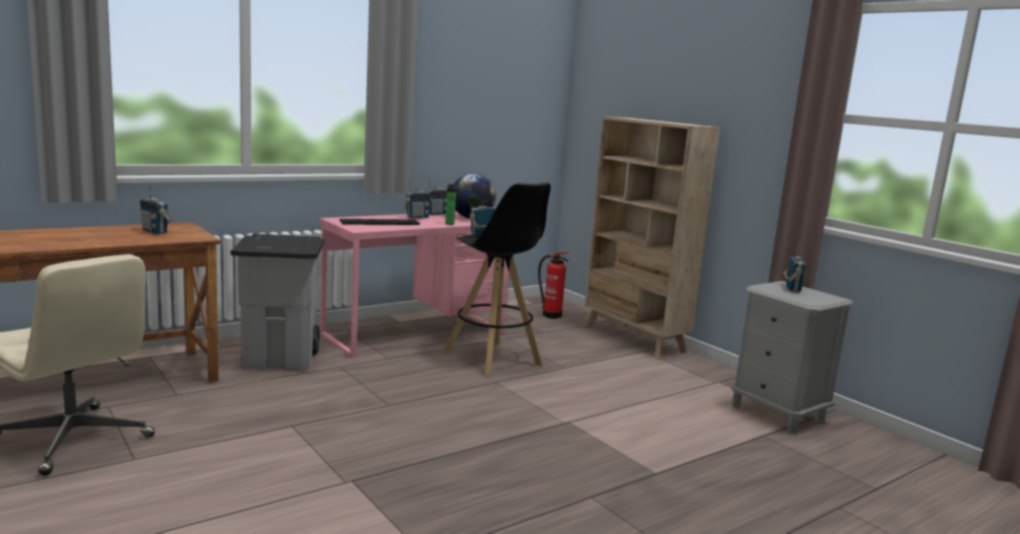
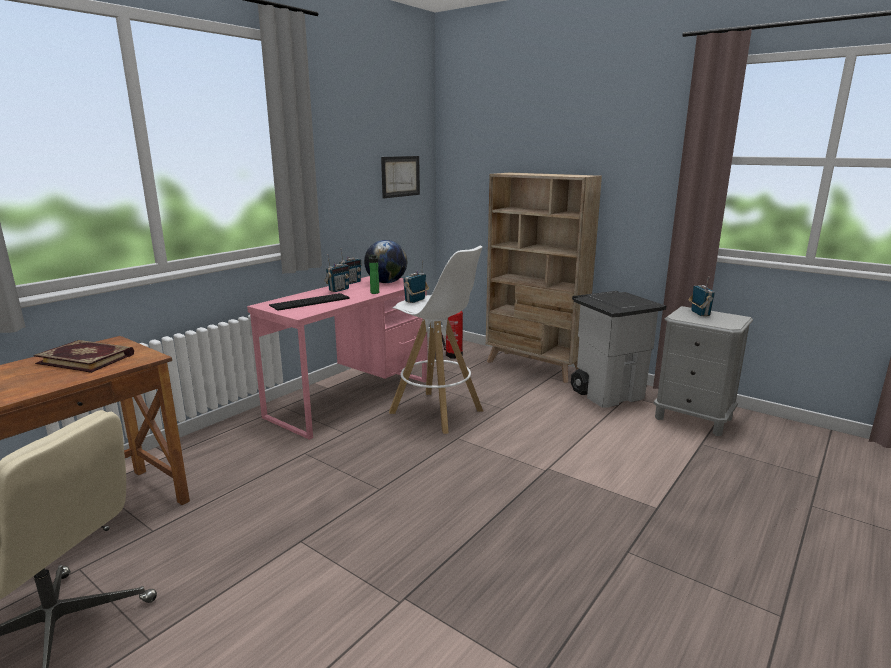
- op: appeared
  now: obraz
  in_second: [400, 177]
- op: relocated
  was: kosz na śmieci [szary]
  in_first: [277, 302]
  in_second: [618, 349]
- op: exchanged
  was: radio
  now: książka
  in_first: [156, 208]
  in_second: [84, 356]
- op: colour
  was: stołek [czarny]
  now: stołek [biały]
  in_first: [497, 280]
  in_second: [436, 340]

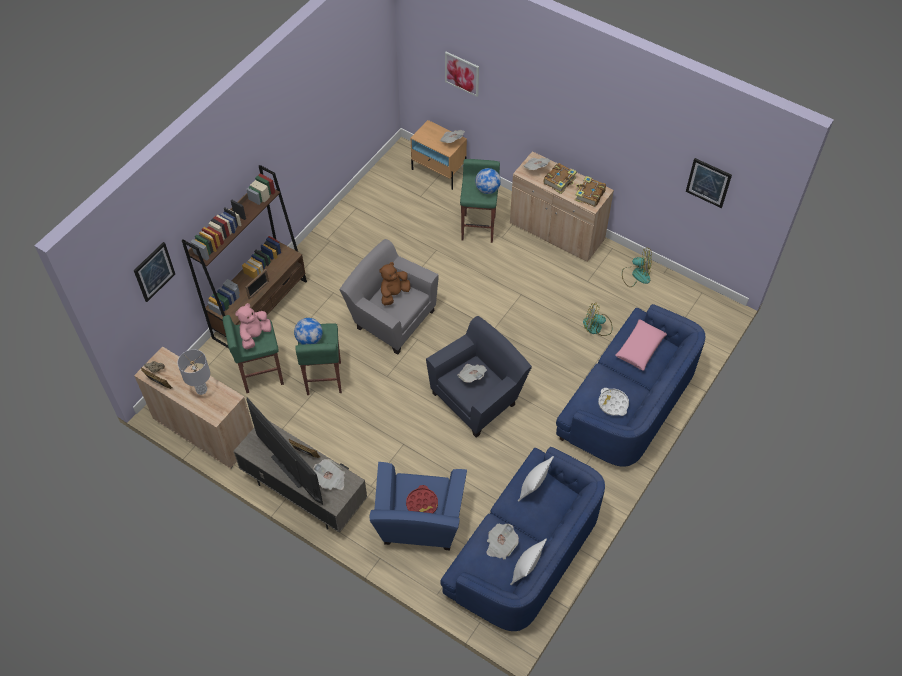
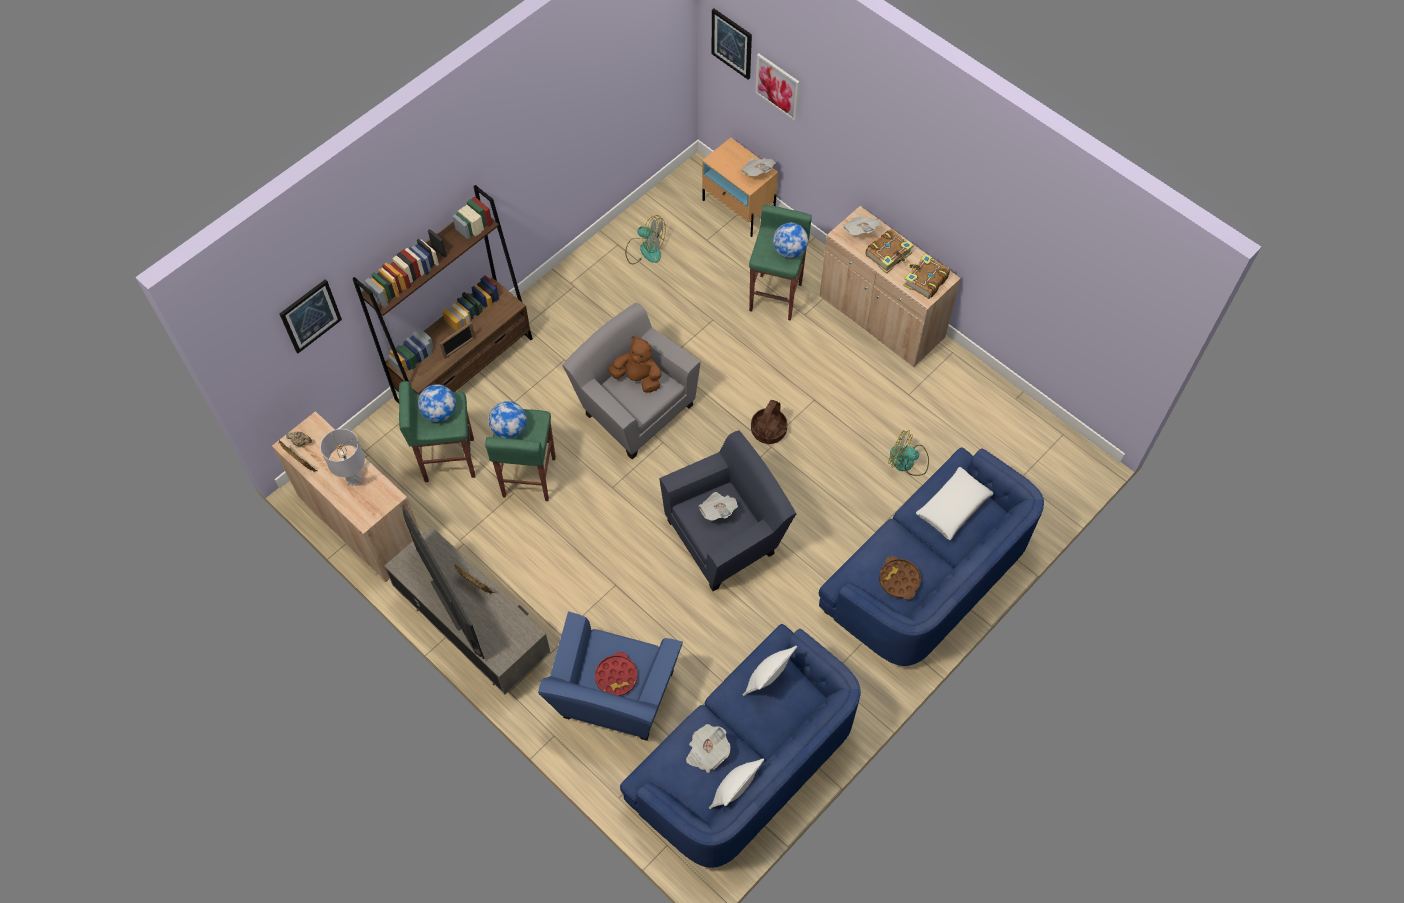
- op: missing
  was: gazeta
  in_first: [329, 474]
- op: appeared
  now: koszyk
  in_second: [769, 422]
- op: relocated
  was: wentylator
  in_first: [637, 267]
  in_second: [645, 239]
- op: relocated
  was: obraz
  in_first: [709, 183]
  in_second: [731, 44]
- op: exchanged
  was: pluszak [różowy]
  now: globus
  in_first: [253, 326]
  in_second: [437, 403]
- op: colour
  was: taca [biały]
  now: taca [brązowy]
  in_first: [613, 402]
  in_second: [900, 578]
- op: colour
  was: poduszka [różowy]
  now: poduszka [biały]
  in_first: [641, 345]
  in_second: [954, 503]
- op: spun
  was: pluszak [brązowy]
  in_first: [395, 283]
  in_second: [635, 364]
  clockwise: 60

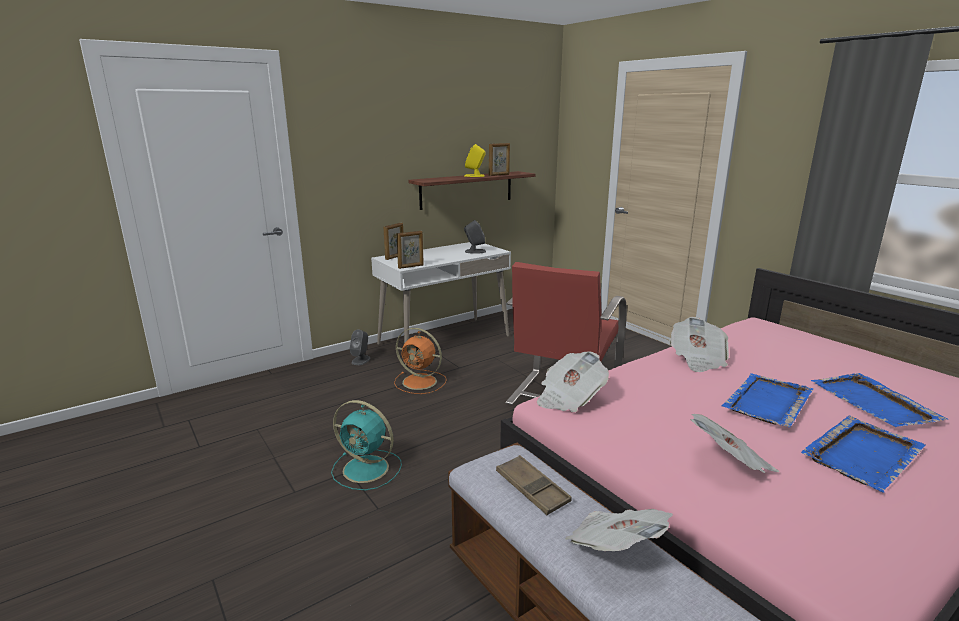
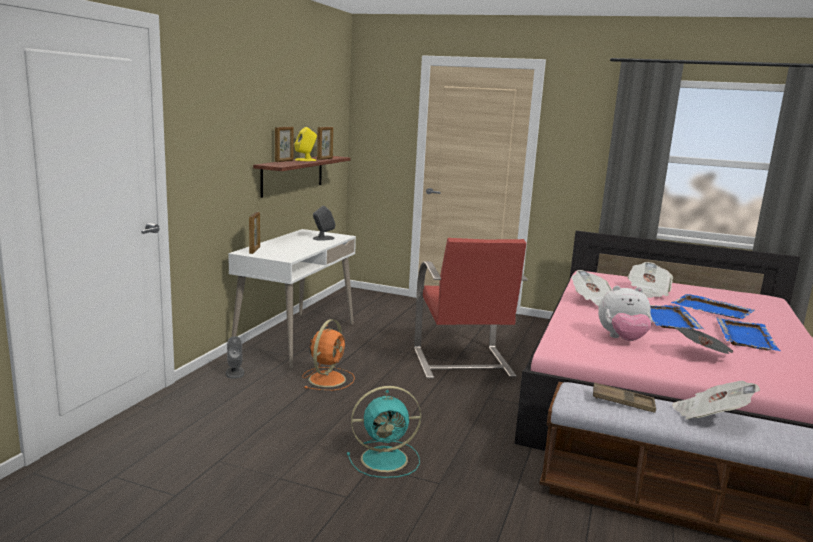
- op: appeared
  now: pluszak
  in_second: [625, 313]
- op: relocated
  was: ramka na zdjęcie
  in_first: [410, 250]
  in_second: [284, 144]
- op: relocated
  was: gazeta
  in_first: [573, 381]
  in_second: [650, 280]
- op: spun
  was: wentylator [pomarańczowy]
  in_first: [420, 361]
  in_second: [328, 355]
  clockwise: -60

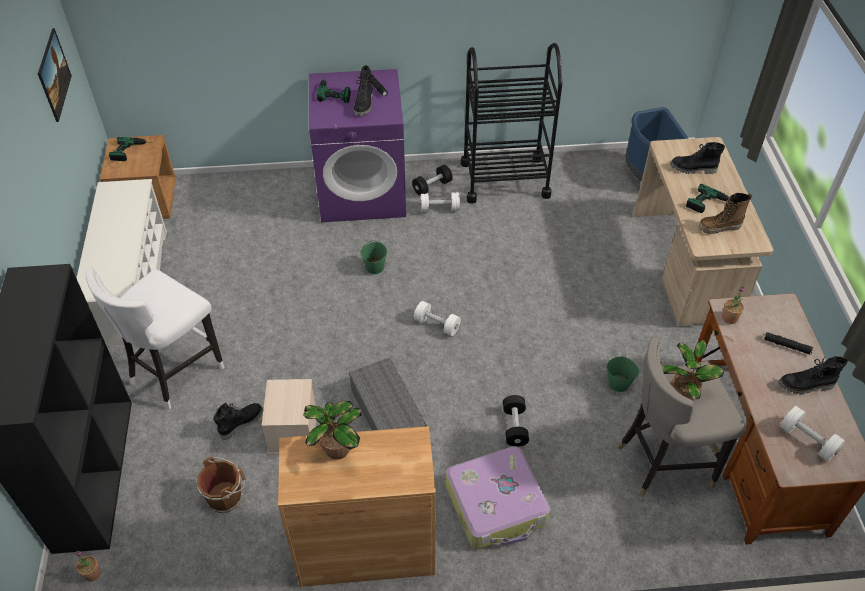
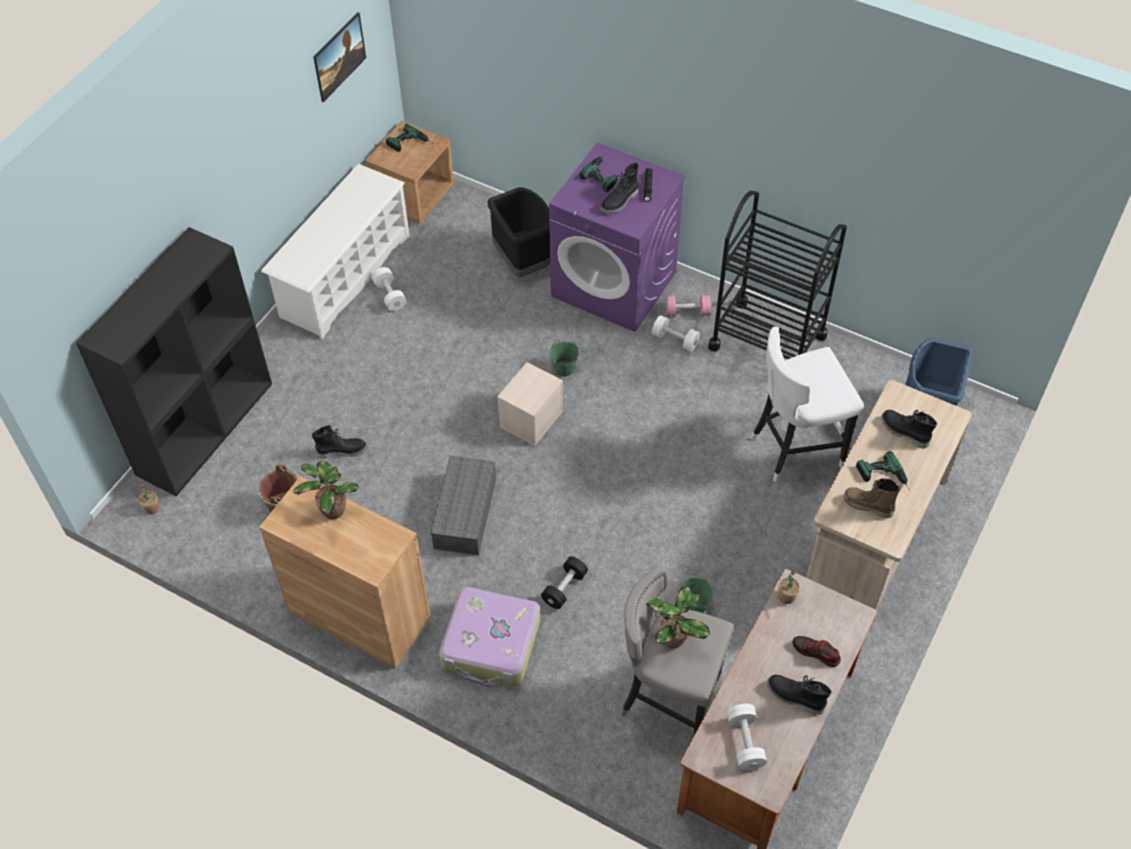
- op: appeared
  now: kosz na śmieci [czarny]
  in_second: [519, 232]
- op: relocated
  was: stołek [biały]
  in_first: [155, 339]
  in_second: [807, 404]
- op: relocated
  was: pojemnik do przechowywania [beżowy]
  in_first: [289, 416]
  in_second: [530, 404]
- op: relocated
  was: hantel [biały]
  in_first: [437, 318]
  in_second: [389, 289]
- op: exchanged
  was: latarka [czarny]
  now: but
  in_first: [788, 343]
  in_second: [817, 651]
- op: colour
  was: hantel [czarny]
  now: hantel [różowy]
  in_first: [432, 180]
  in_second: [688, 306]

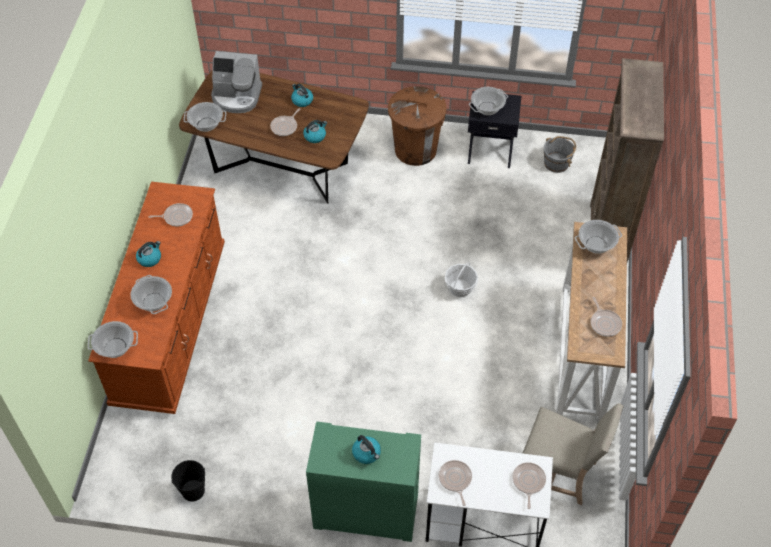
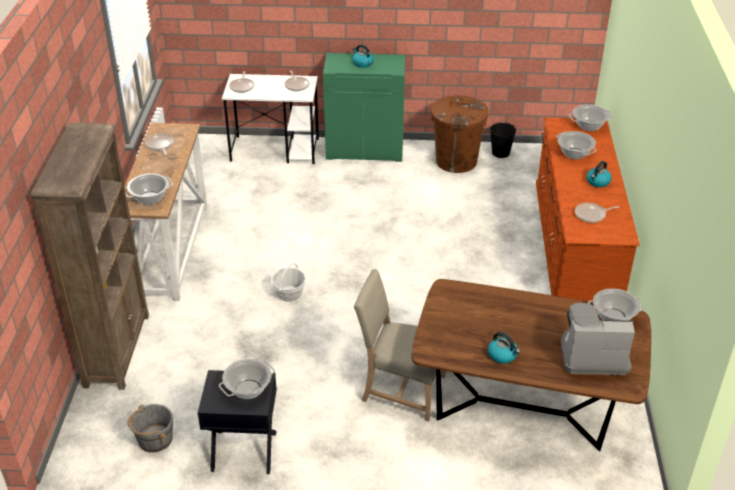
- op: missing
  was: patelnia
  in_first: [285, 122]
- op: missing
  was: czajnik
  in_first: [315, 131]
- op: relocated
  was: kosz na śmieci [brązowy]
  in_first: [417, 126]
  in_second: [460, 134]
- op: relocated
  was: krzesło [beżowy]
  in_first: [573, 454]
  in_second: [400, 345]

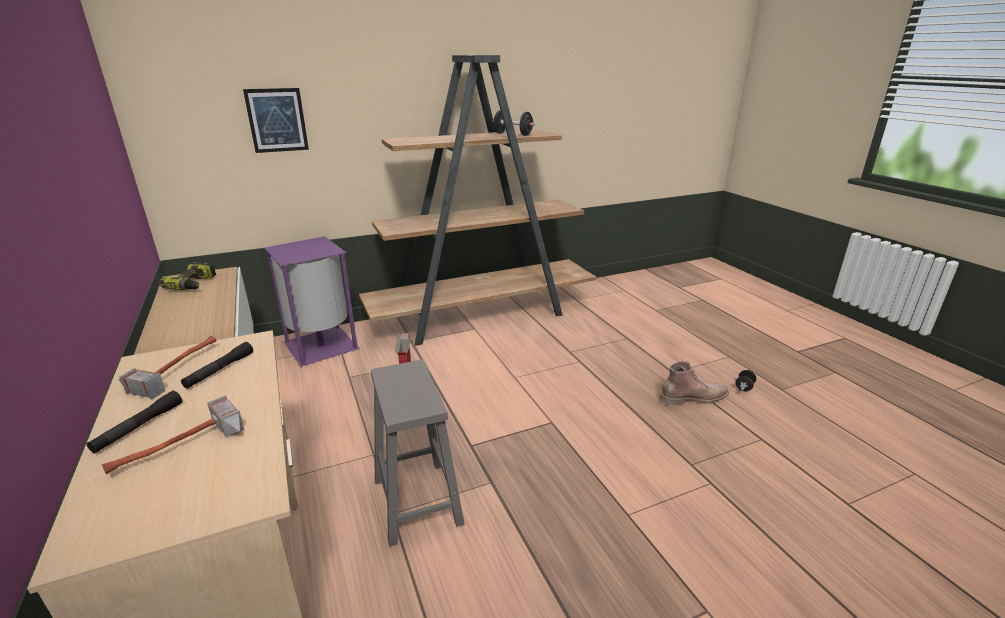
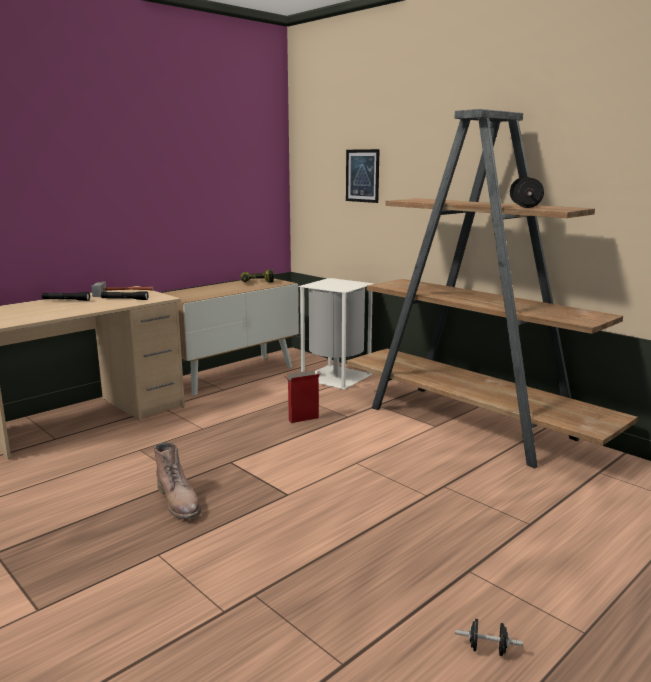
- op: missing
  was: młotek
  in_first: [172, 435]
- op: missing
  was: stołek [szary]
  in_first: [418, 453]
- op: relocated
  was: but z cholewką [brązowy]
  in_first: [694, 383]
  in_second: [177, 481]
- op: colour
  was: kosz na śmieci [fioletowy]
  now: kosz na śmieci [biały]
  in_first: [312, 301]
  in_second: [336, 333]

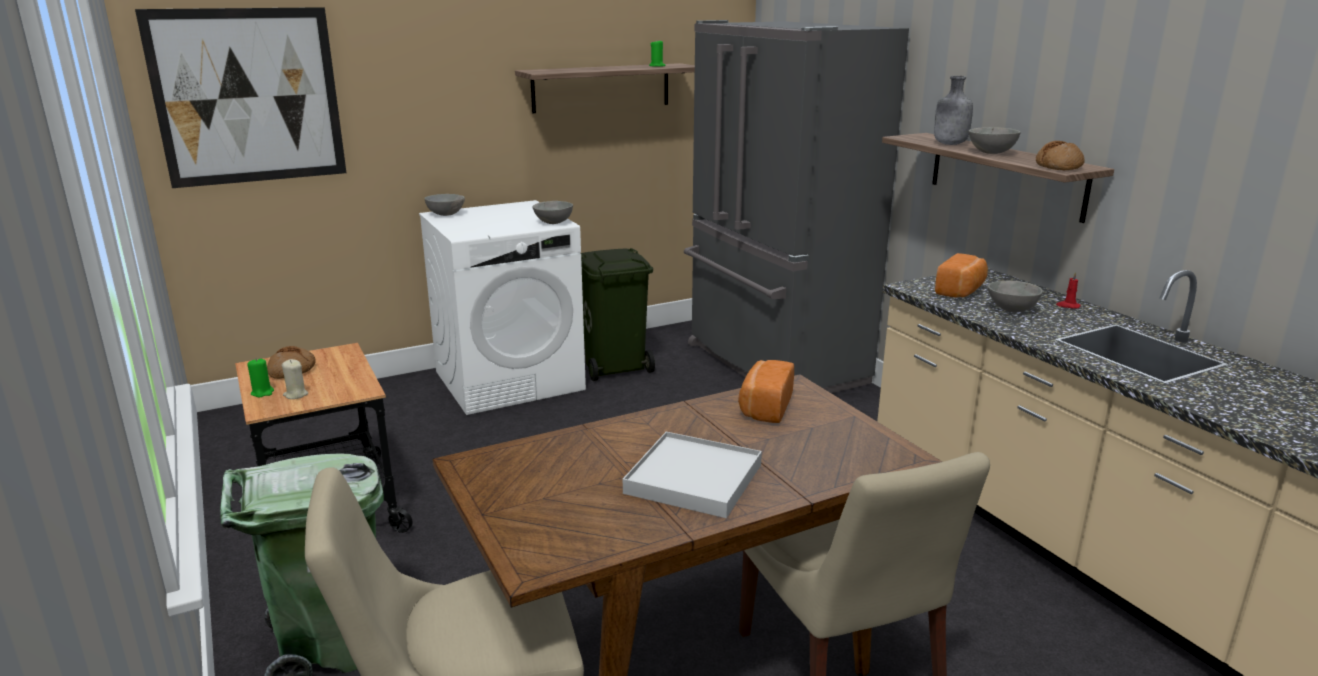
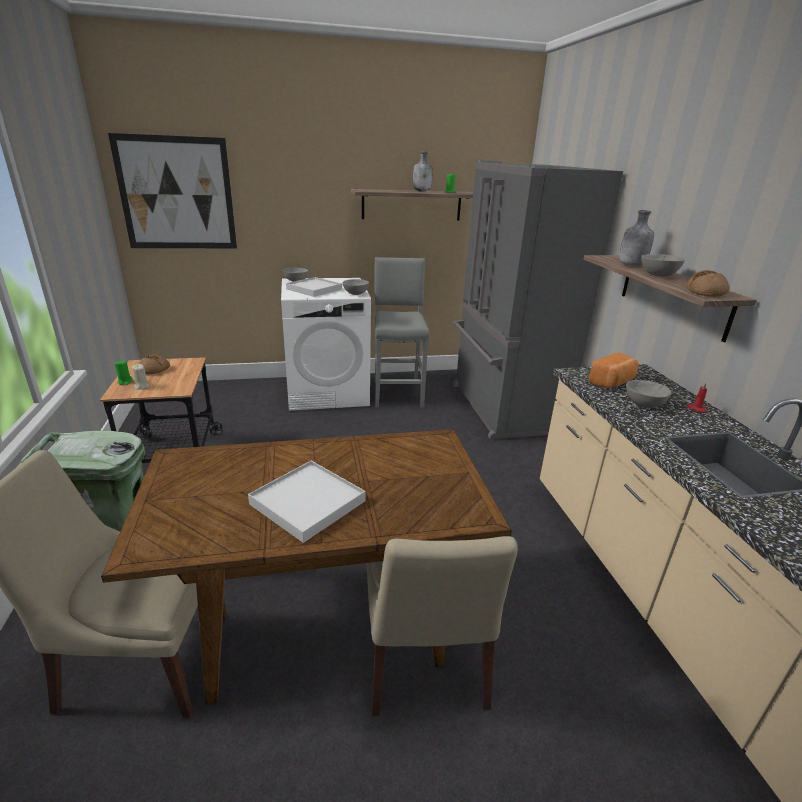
- op: missing
  was: chleb
  in_first: [766, 391]
- op: appeared
  now: taca [biały]
  in_second: [314, 287]
- op: appeared
  now: butelka [szary]
  in_second: [423, 171]
- op: exchanged
  was: kosz na śmieci [zielony]
  now: stołek [szary]
  in_first: [618, 314]
  in_second: [402, 332]

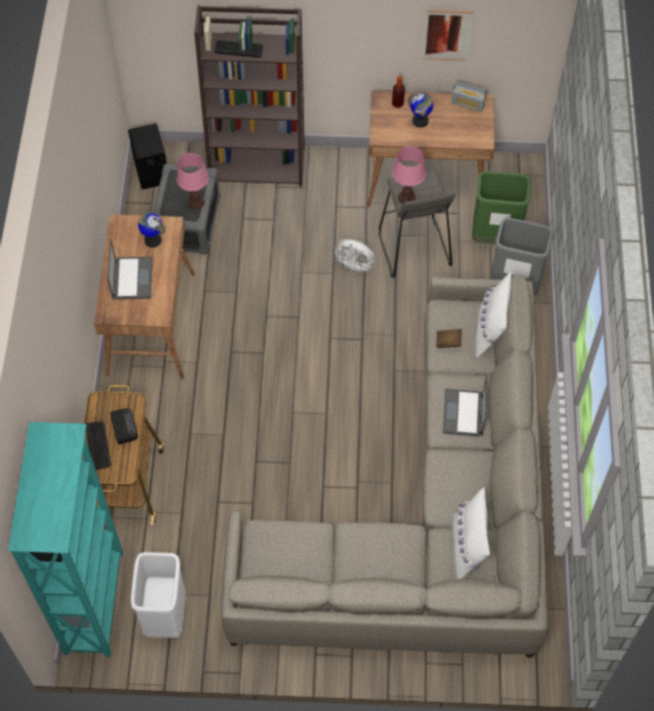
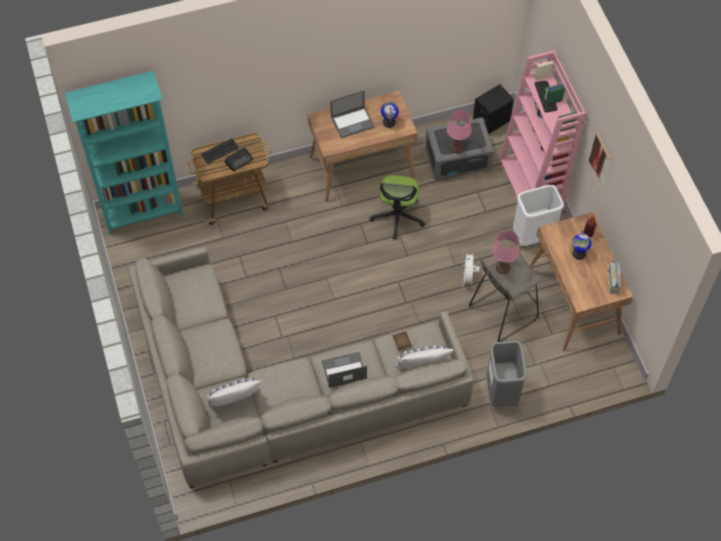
- op: missing
  was: kosz na śmieci [zielony]
  in_first: [501, 207]
- op: appeared
  now: krzesło biurowe
  in_second: [397, 207]
- op: relocated
  was: kosz na śmieci [biały]
  in_first: [158, 595]
  in_second: [538, 215]
- op: relocated
  was: obraz
  in_first: [448, 35]
  in_second: [599, 160]
- op: colour
  was: regał [brązowy]
  now: regał [różowy]
  in_first: [249, 96]
  in_second: [542, 130]

